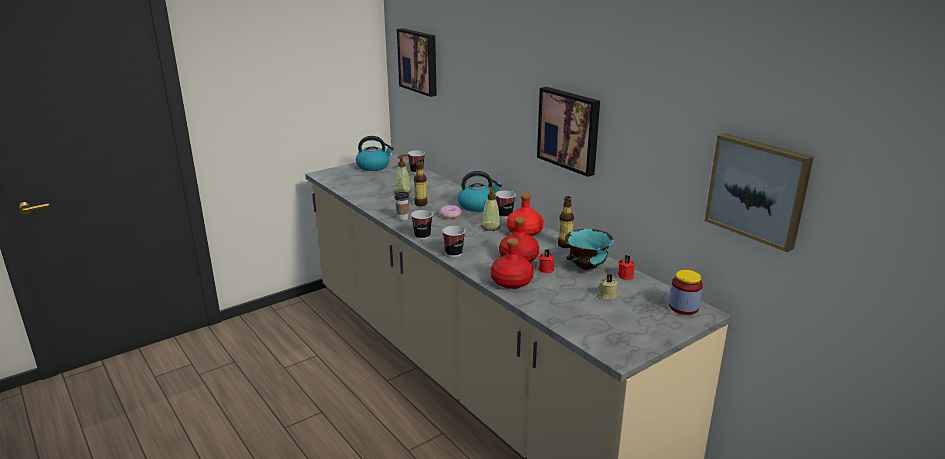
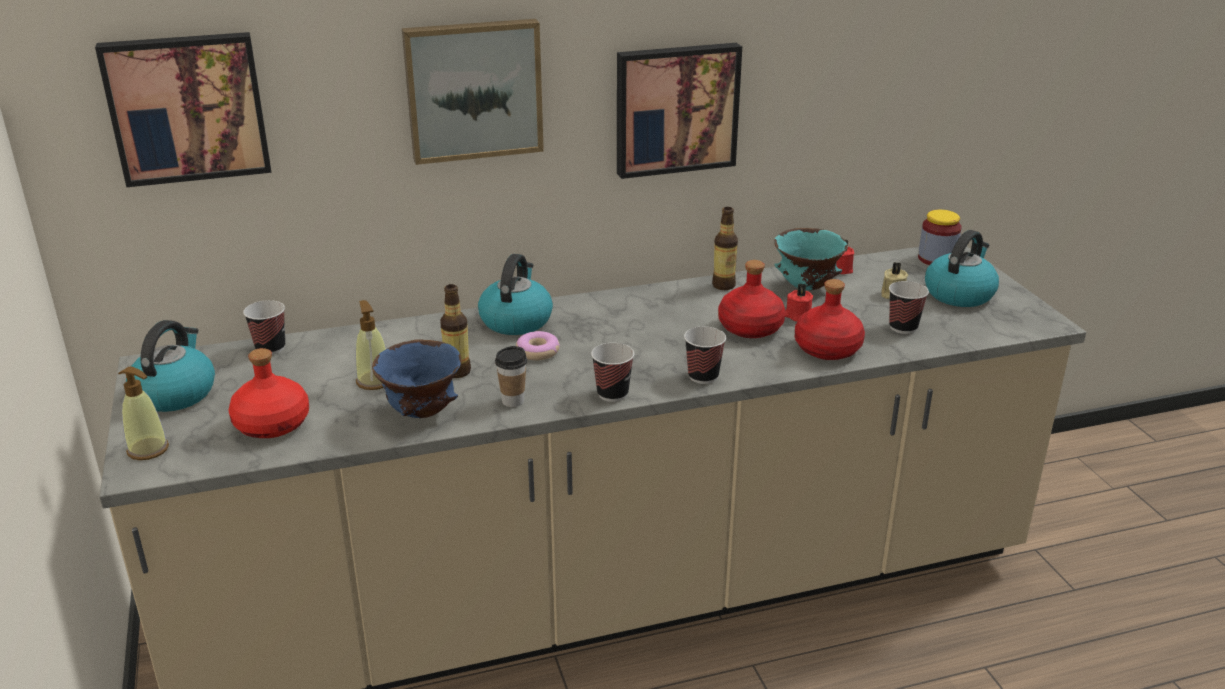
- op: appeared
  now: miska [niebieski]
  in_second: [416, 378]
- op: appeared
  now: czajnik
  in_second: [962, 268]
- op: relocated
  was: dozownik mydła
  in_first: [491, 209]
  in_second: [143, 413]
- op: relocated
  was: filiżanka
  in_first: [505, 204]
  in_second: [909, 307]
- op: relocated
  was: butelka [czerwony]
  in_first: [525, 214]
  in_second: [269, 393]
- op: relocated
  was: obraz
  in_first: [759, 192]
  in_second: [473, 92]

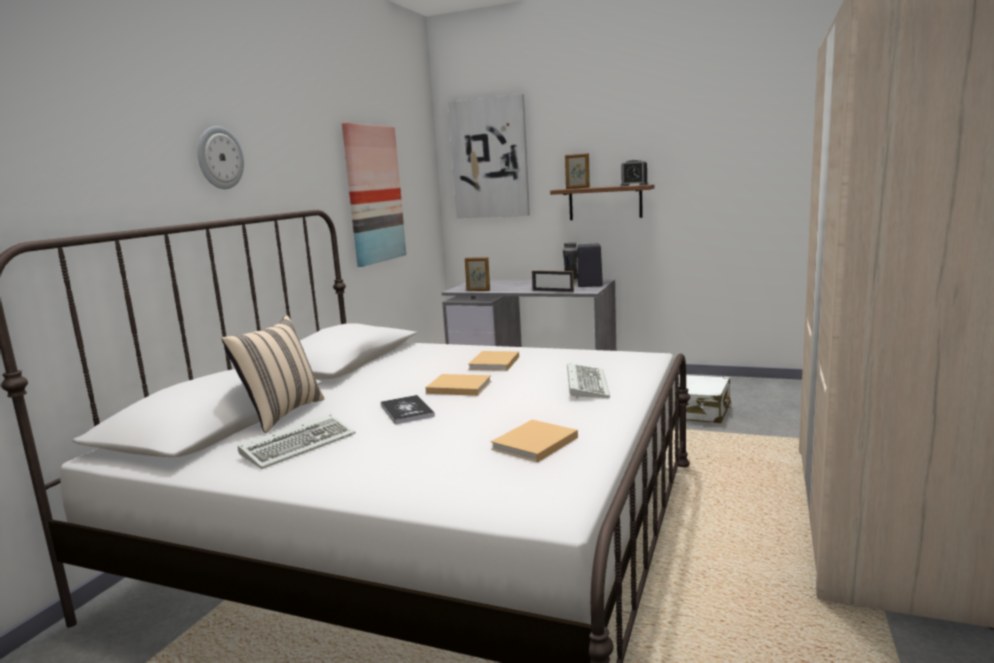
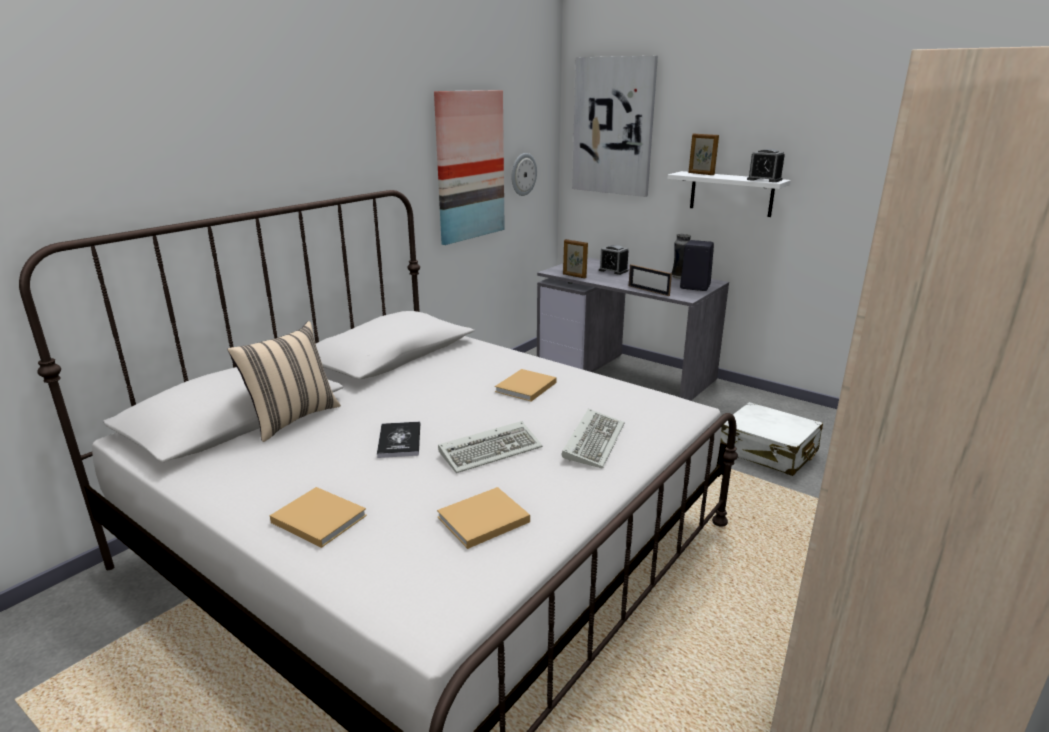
- op: appeared
  now: budzik
  in_second: [614, 260]
- op: relocated
  was: zegar ścienny
  in_first: [221, 157]
  in_second: [524, 174]
- op: relocated
  was: klawiatura
  in_first: [297, 441]
  in_second: [490, 447]
- op: relocated
  was: książka [beżowy]
  in_first: [458, 385]
  in_second: [318, 517]
- op: colour
  was: półka [brązowy]
  now: półka [biały]
  in_first: [602, 202]
  in_second: [729, 194]

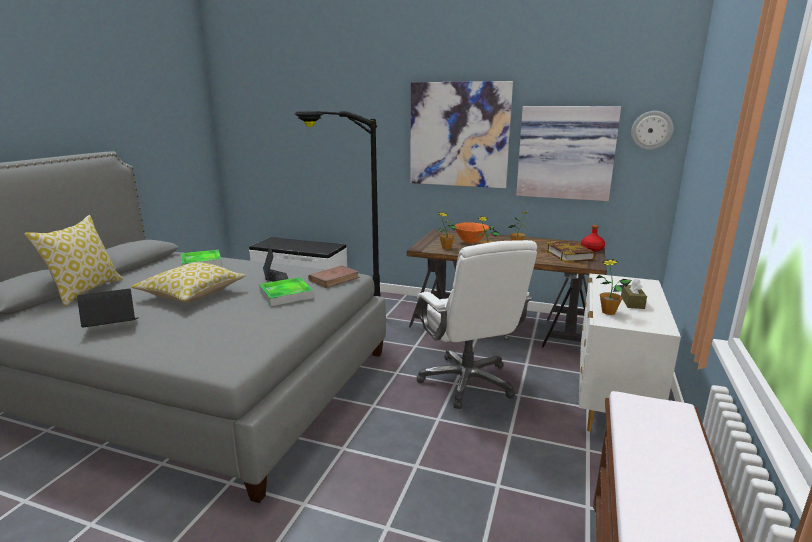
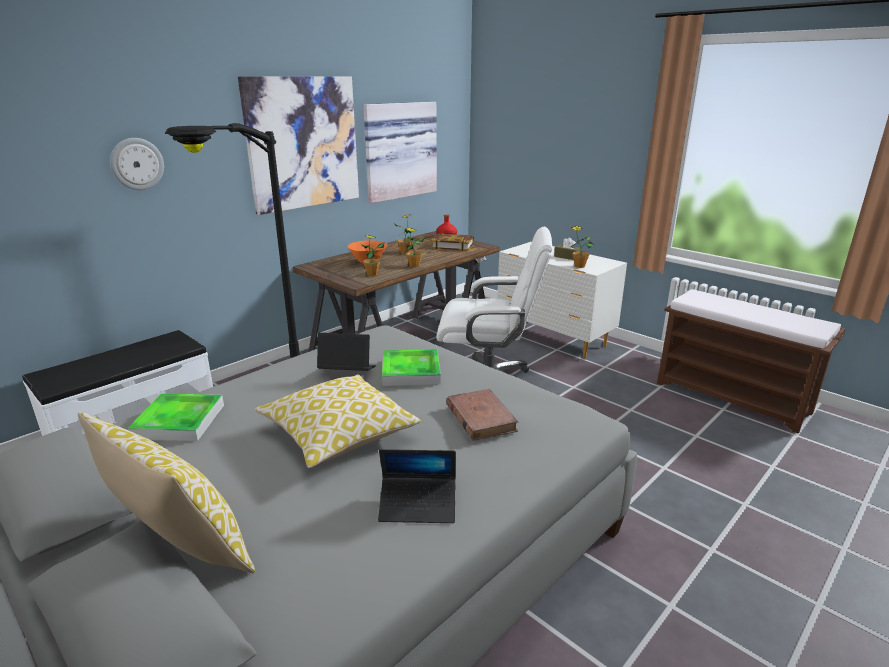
- op: relocated
  was: książka [brązowy]
  in_first: [334, 276]
  in_second: [482, 415]
- op: relocated
  was: zegar ścienny
  in_first: [652, 130]
  in_second: [137, 164]
- op: spun
  was: laptop
  in_first: [108, 308]
  in_second: [417, 486]
  clockwise: -90

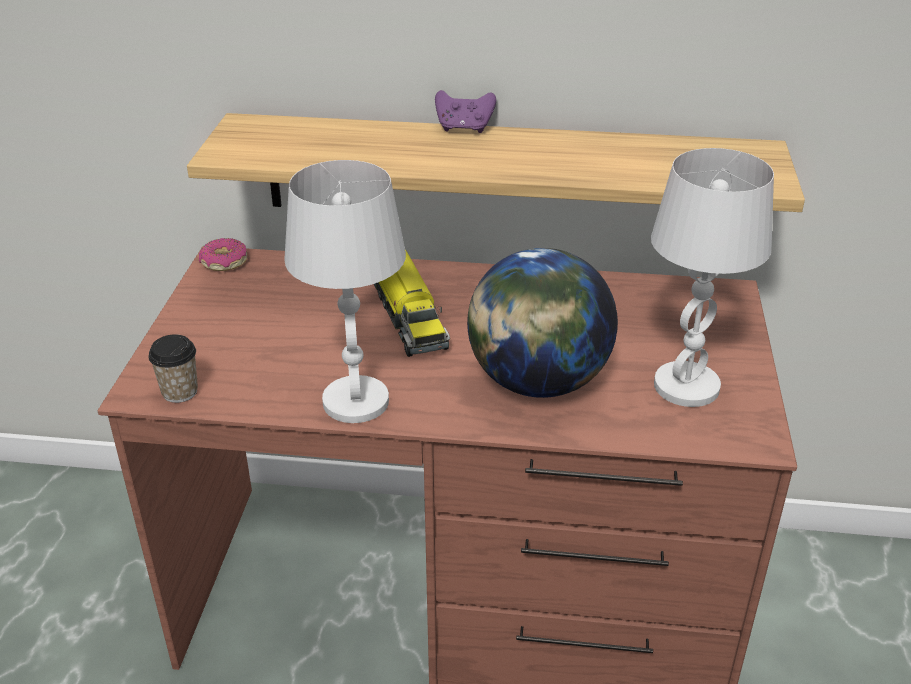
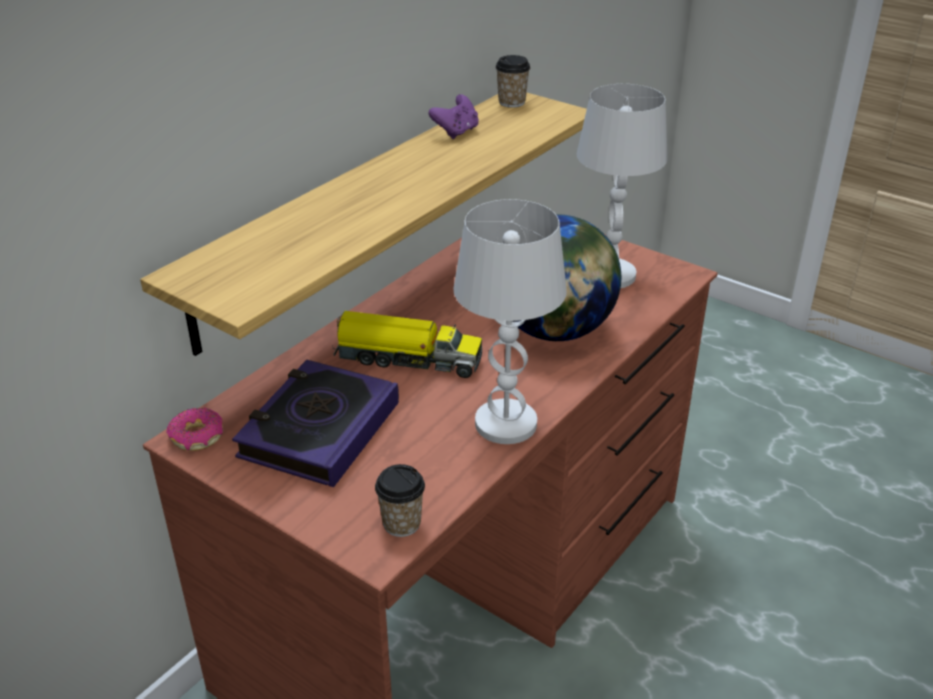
- op: appeared
  now: książka
  in_second: [315, 423]
- op: appeared
  now: filiżanka
  in_second: [512, 81]
- op: relocated
  was: pad do gier [fioletowy]
  in_first: [465, 111]
  in_second: [454, 116]

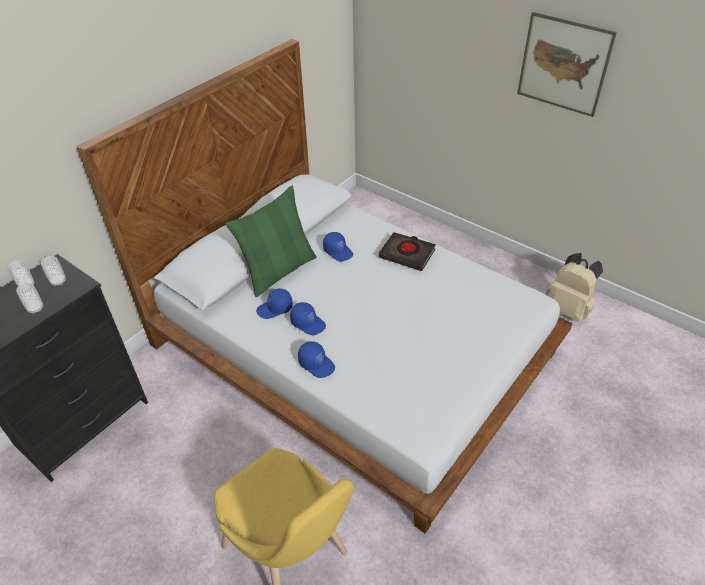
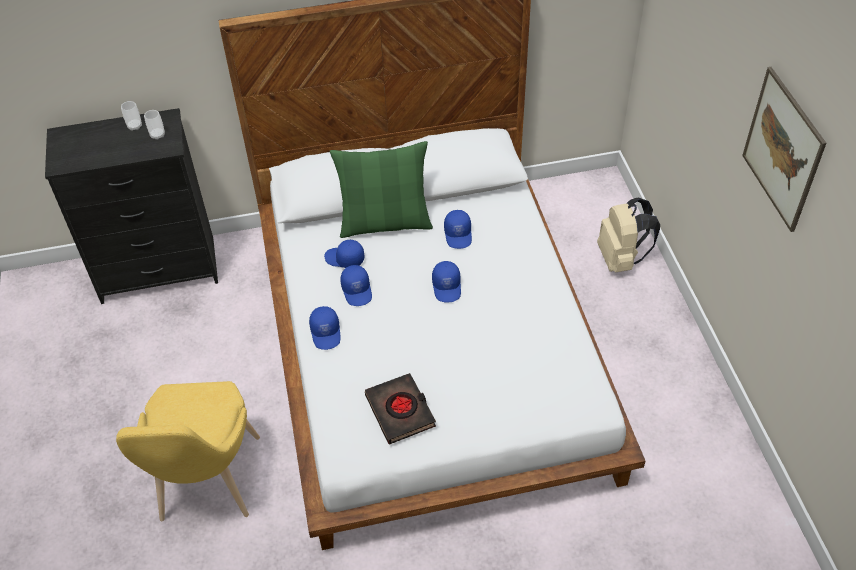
- op: missing
  was: filiżanka
  in_first: [30, 298]
- op: appeared
  now: czapka z daszkiem [niebieski]
  in_second: [446, 282]
- op: relocated
  was: książka [czarny]
  in_first: [407, 251]
  in_second: [400, 409]
- op: relocated
  was: plecak [beżowy]
  in_first: [574, 287]
  in_second: [628, 234]

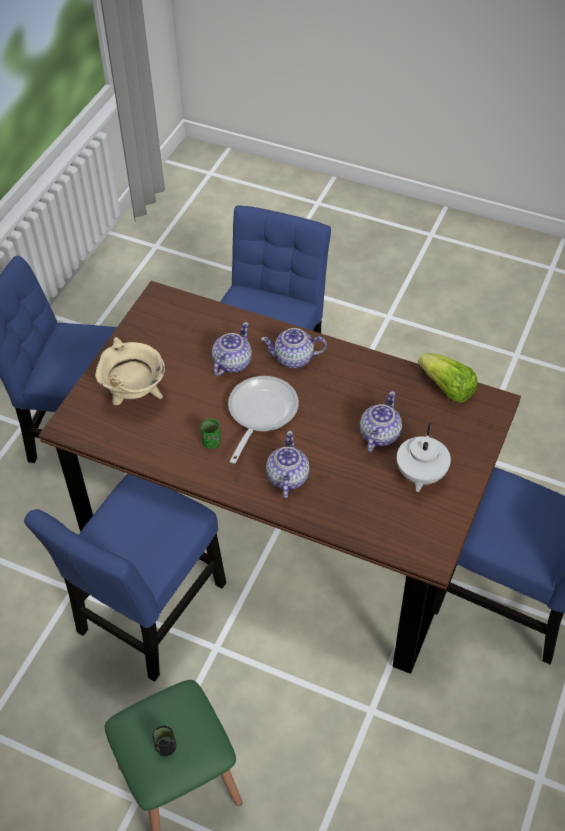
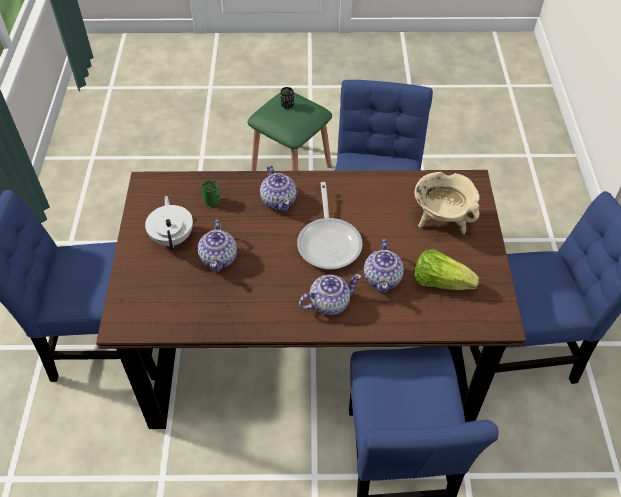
- op: relocated
  was: filiżanka [zielony]
  in_first: [210, 434]
  in_second: [211, 193]
- op: relocated
  was: sałata
  in_first: [447, 378]
  in_second: [446, 269]

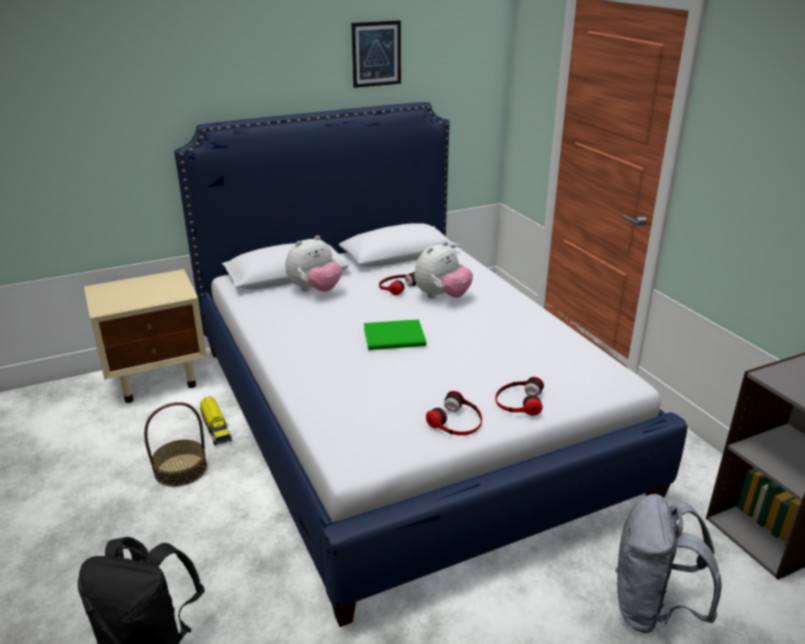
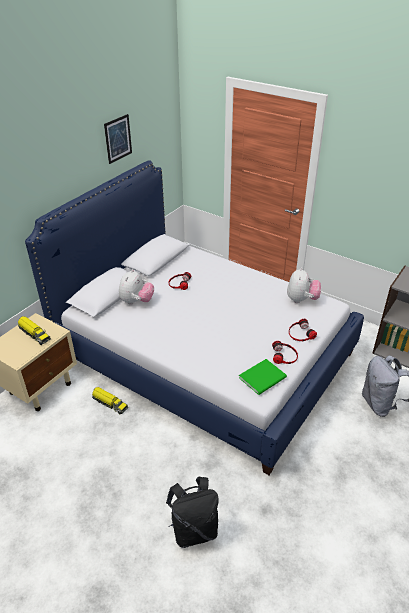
- op: missing
  was: koszyk
  in_first: [175, 444]
- op: appeared
  now: ciężarówka zabawkowa
  in_second: [34, 330]
- op: relocated
  was: książka [zielony]
  in_first: [395, 334]
  in_second: [263, 377]
- op: relocated
  was: pluszak
  in_first: [443, 269]
  in_second: [304, 285]

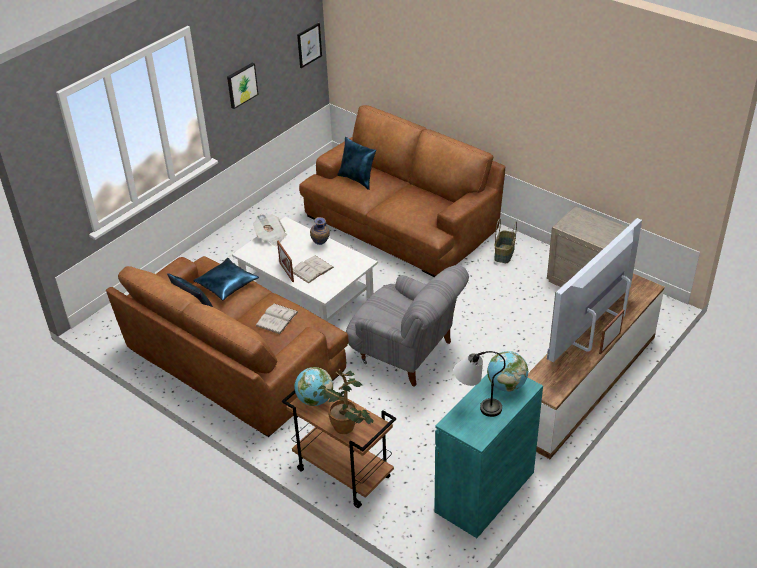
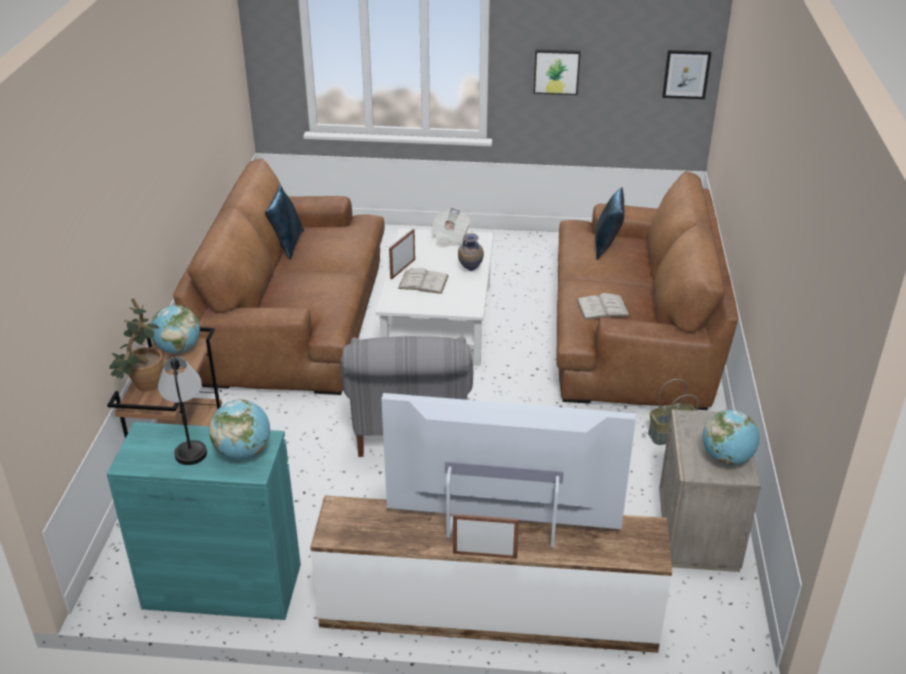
- op: missing
  was: poduszka [niebieski]
  in_first: [226, 279]
- op: appeared
  now: globus
  in_second: [731, 437]
- op: relocated
  was: książka [biały]
  in_first: [277, 318]
  in_second: [603, 306]

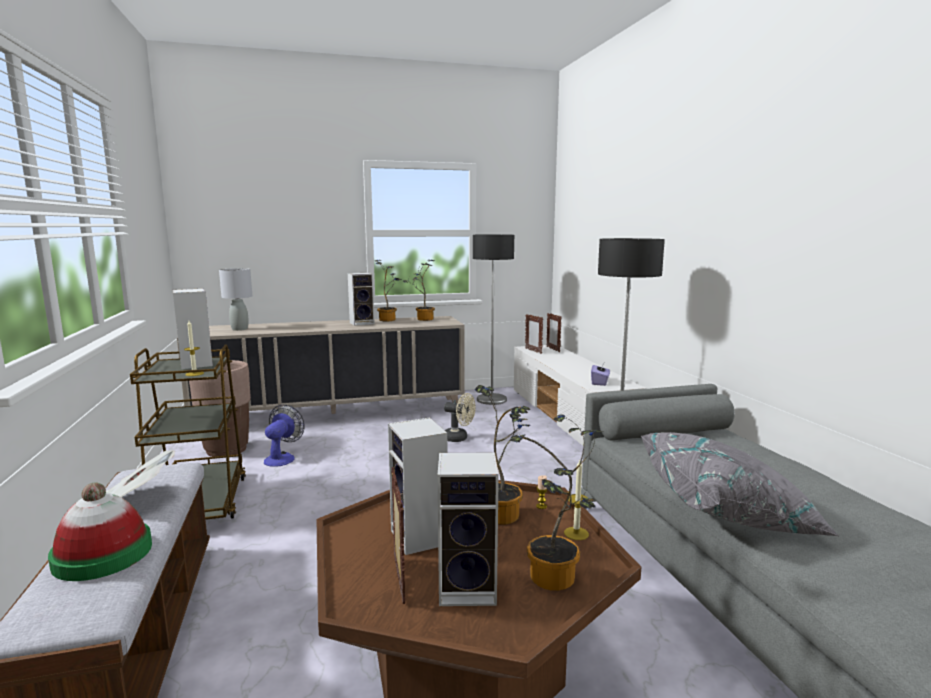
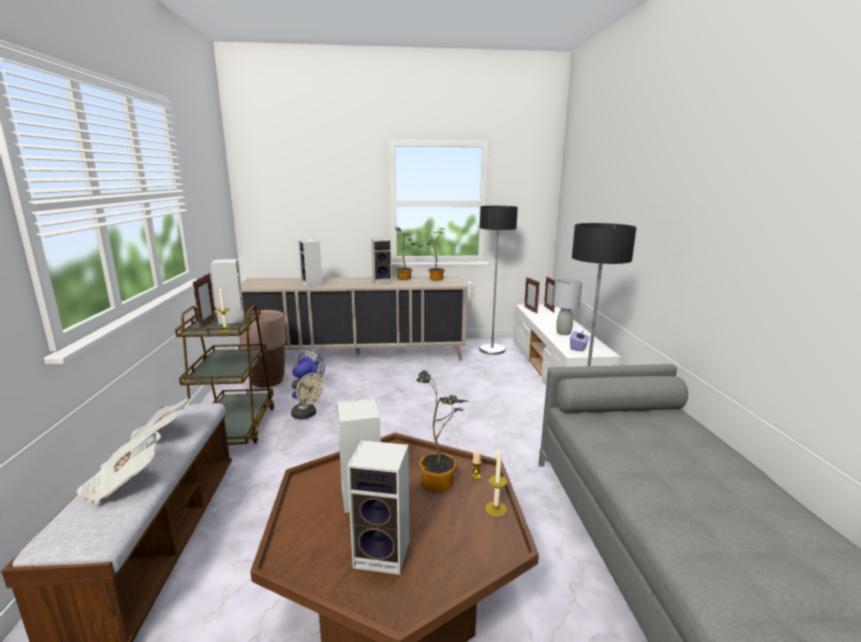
- op: missing
  was: roślina doniczkowa
  in_first: [556, 503]
- op: missing
  was: poduszka [szary]
  in_first: [740, 484]
- op: appeared
  now: głośnik
  in_second: [310, 263]
- op: relocated
  was: lampa stołowa [szary]
  in_first: [235, 299]
  in_second: [567, 307]
- op: relocated
  was: ramka na zdjęcie
  in_first: [398, 535]
  in_second: [204, 300]
- op: relocated
  was: wentylator [beżowy]
  in_first: [460, 417]
  in_second: [307, 396]
- op: exchanged
  was: kapelusz
  now: gazeta
  in_first: [100, 531]
  in_second: [118, 468]

